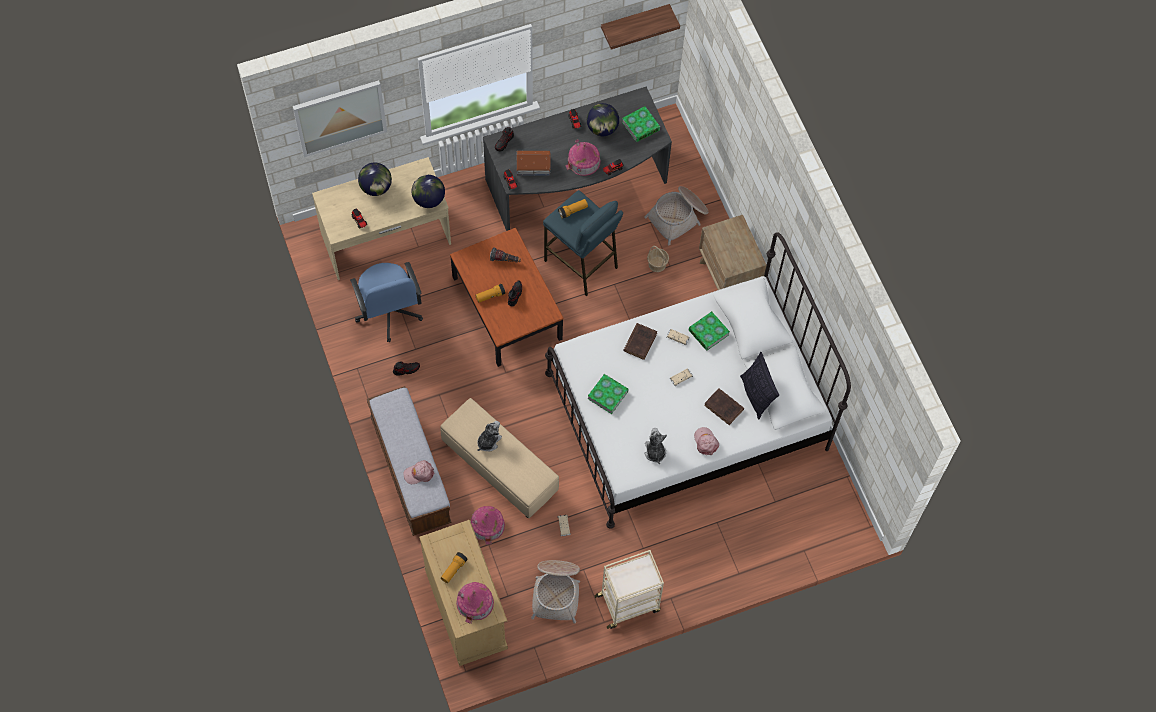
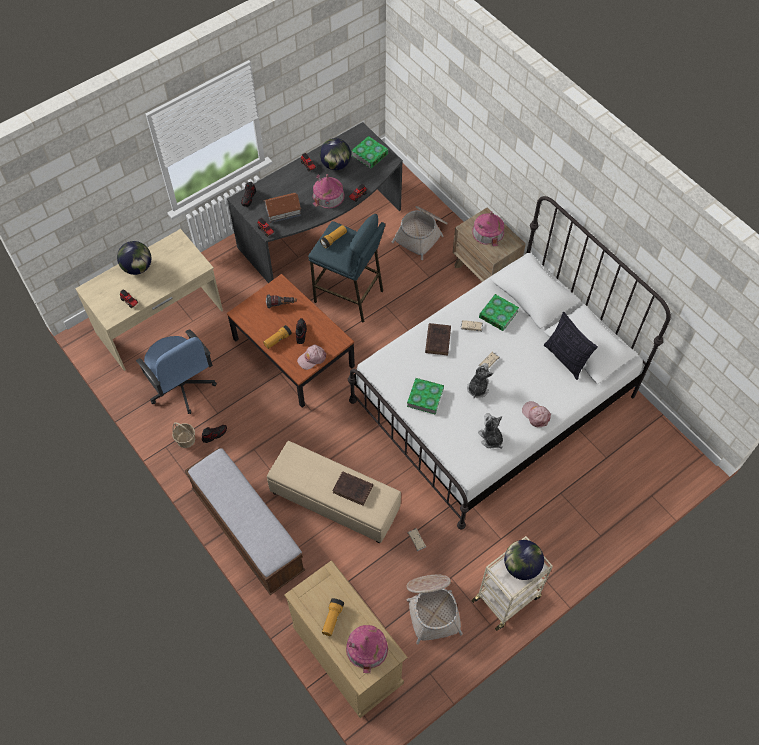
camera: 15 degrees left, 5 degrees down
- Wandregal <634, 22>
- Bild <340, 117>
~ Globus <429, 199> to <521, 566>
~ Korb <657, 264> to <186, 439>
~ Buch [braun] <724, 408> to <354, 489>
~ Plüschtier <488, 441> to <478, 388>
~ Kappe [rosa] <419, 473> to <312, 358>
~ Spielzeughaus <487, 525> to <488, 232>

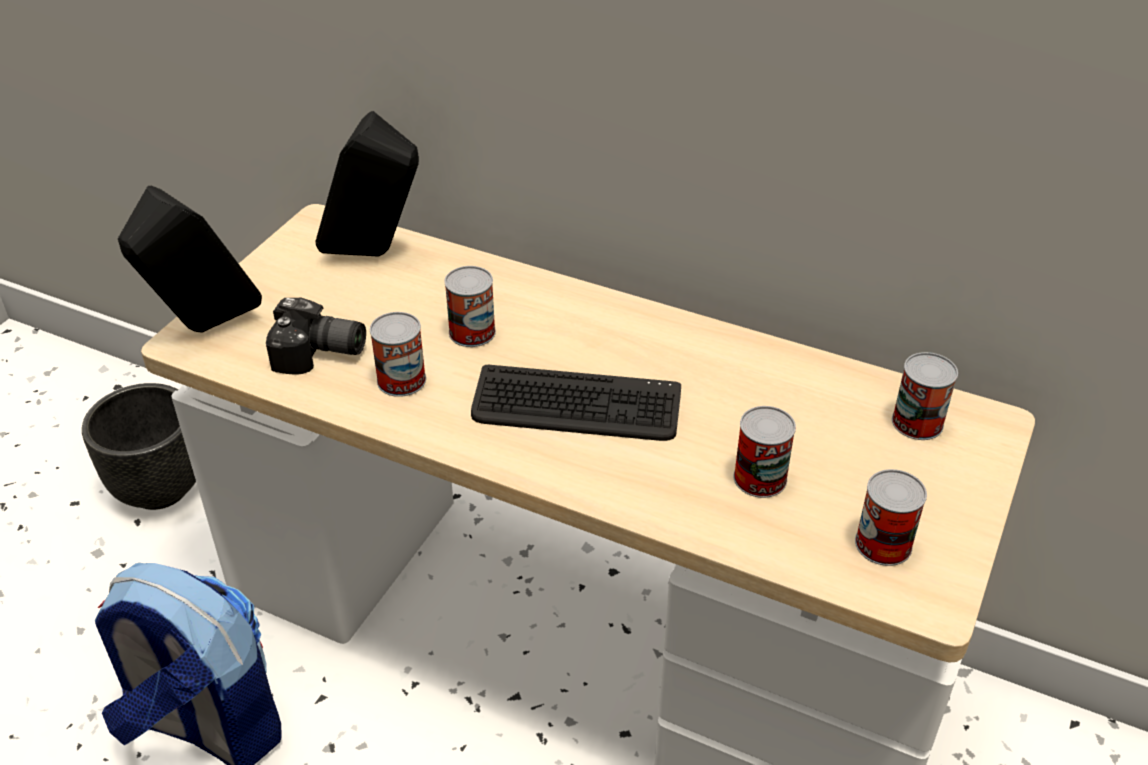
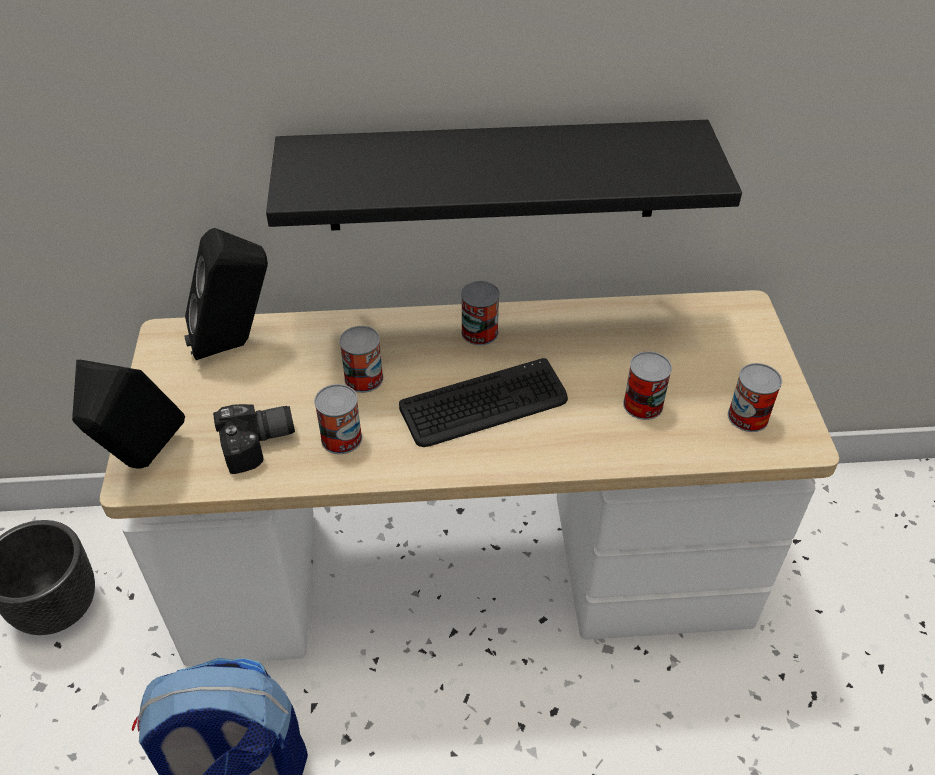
camera: 30 degrees left, 5 degrees up
~ Dose <917, 422> to <479, 332>
+ Wandregal [schwarz] <493, 176>

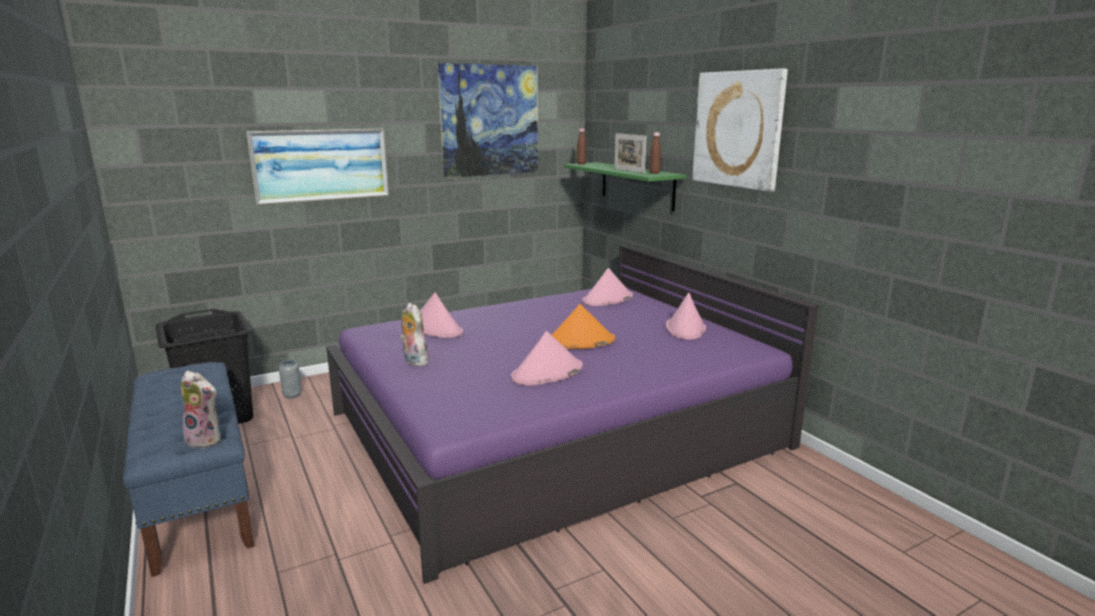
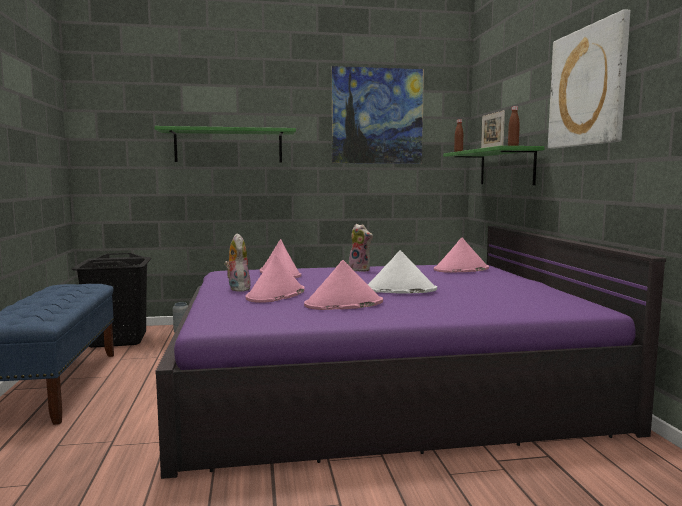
camera: 20 degrees right, 10 degrees down
~ Bild <321, 165> to Wandregal [grün] <228, 146>
~ Hut [rosa] <685, 328> to <275, 295>
~ Hut [orange] <580, 342> to Hut [weiß] <400, 290>
~ Plüschtier <207, 440> to <361, 269>

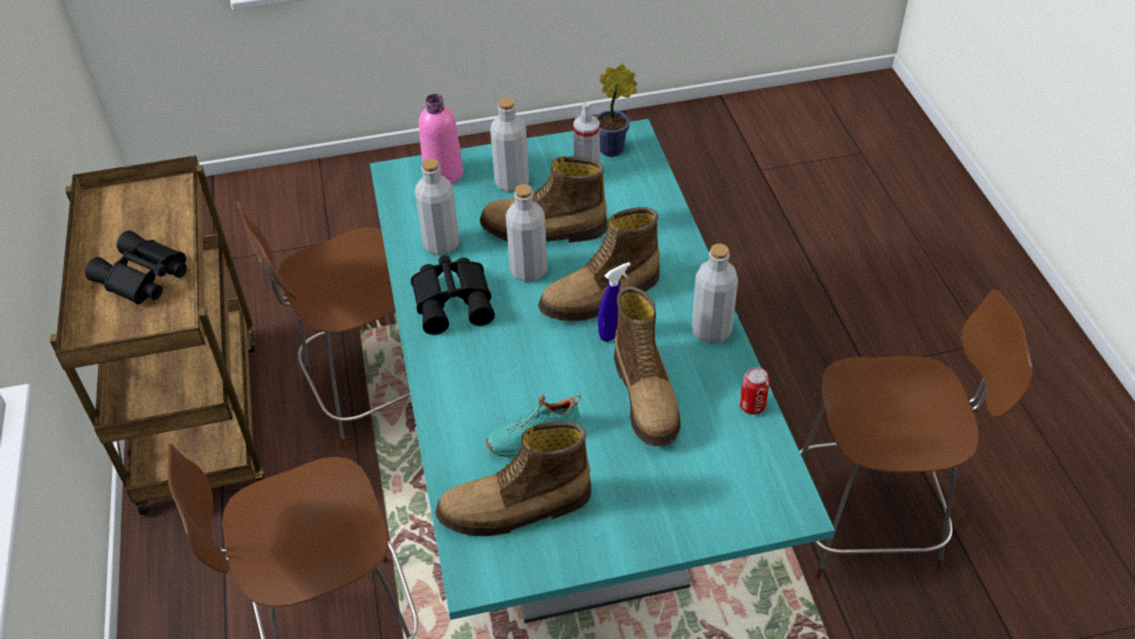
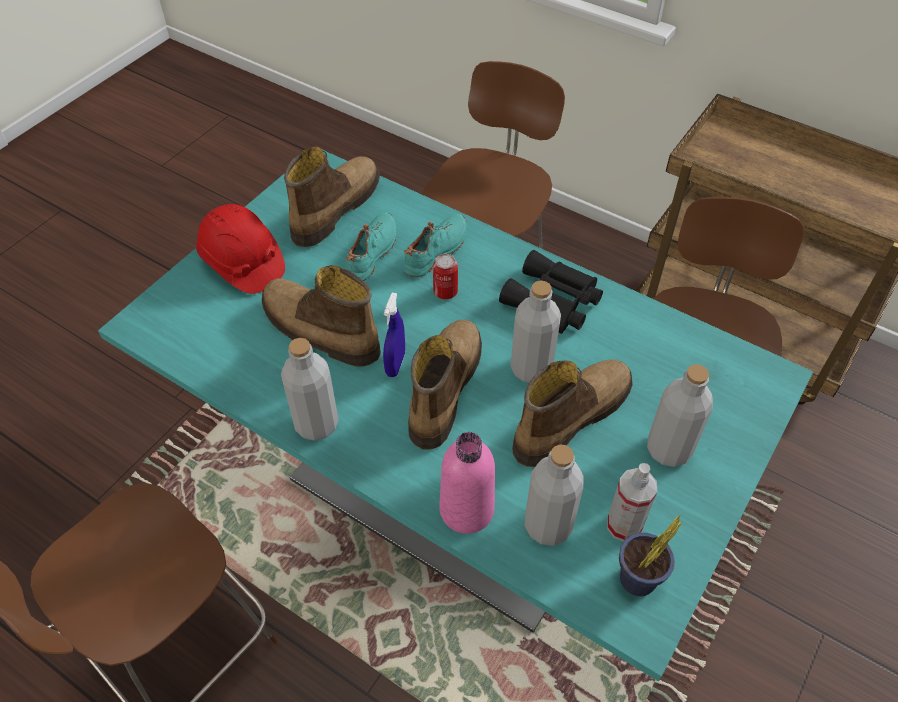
camera: 135 degrees right, 5 degrees up
~ Flasche [rosa] <443, 174> to <466, 510>
~ Flasche [grau] <441, 244> to <548, 525>
- Fernglas [schwarz] <142, 278>
~ Dose <752, 406> to <445, 292>
+ Schutzhelm [rot] <242, 263>
+ Schuh [türkis] <437, 252>

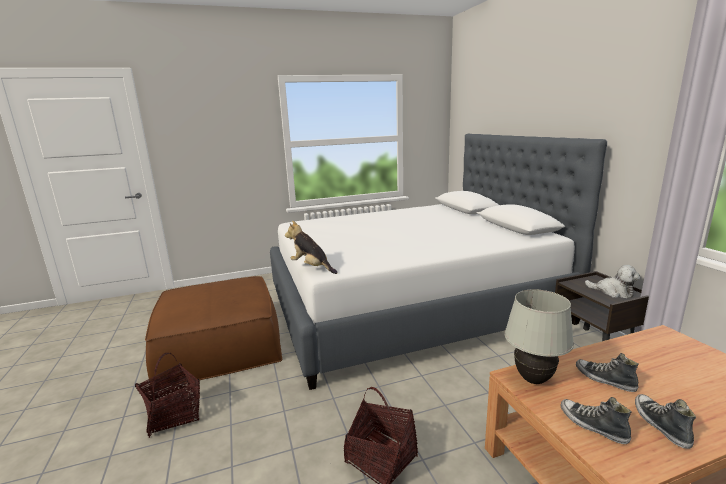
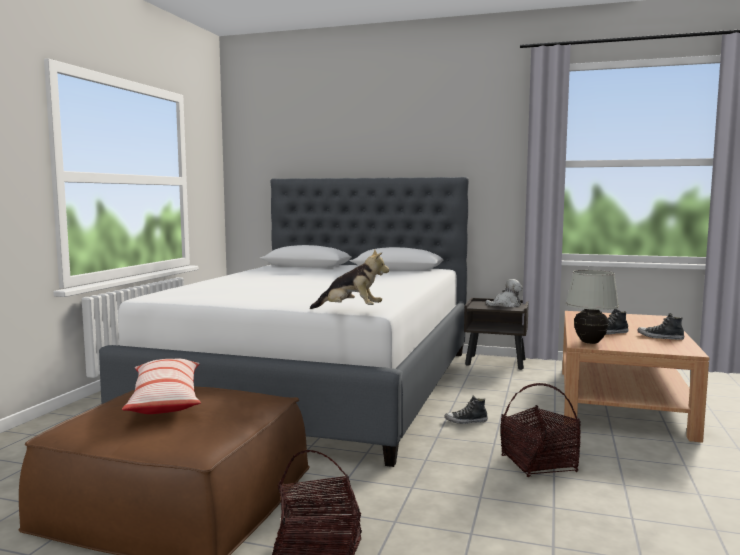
camera: 55 degrees left, 10 degrees down
~ Plüschtier <311, 267> = <350, 310> 150 degrees counterclockwise
~ Schuh <592, 425> to <466, 421>
+ Kissen <165, 399>

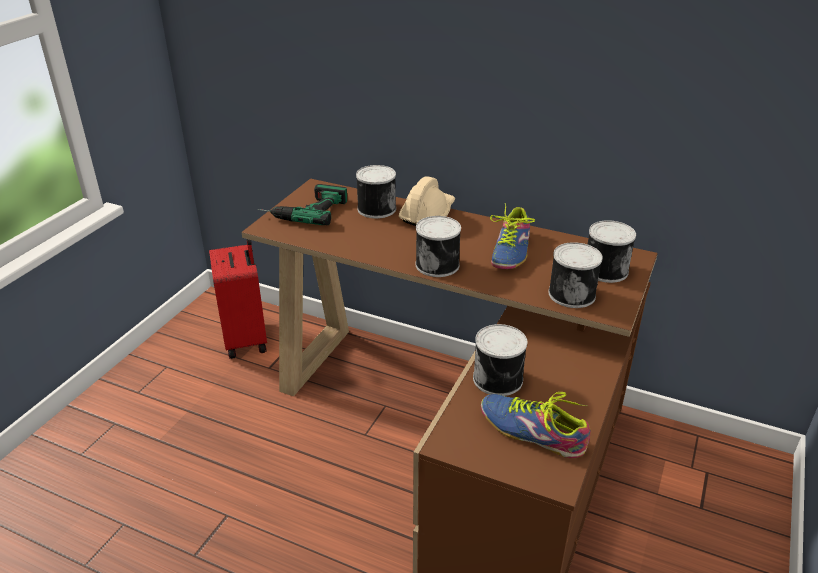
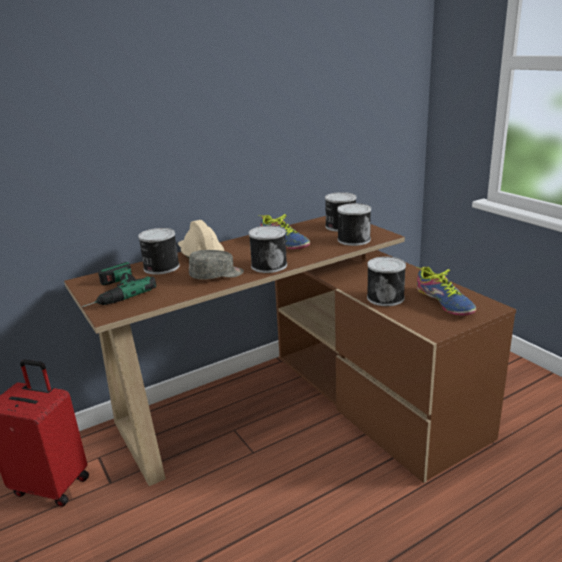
camera: 55 degrees left, 10 degrees down
~ Schuh <532, 432> = <444, 302> 90 degrees counterclockwise
+ Kappe [grau] <217, 275>

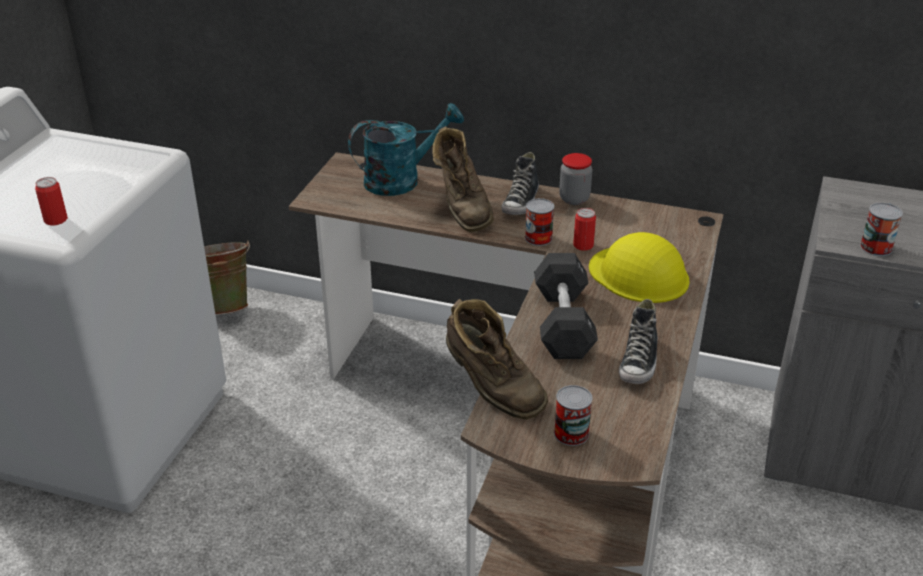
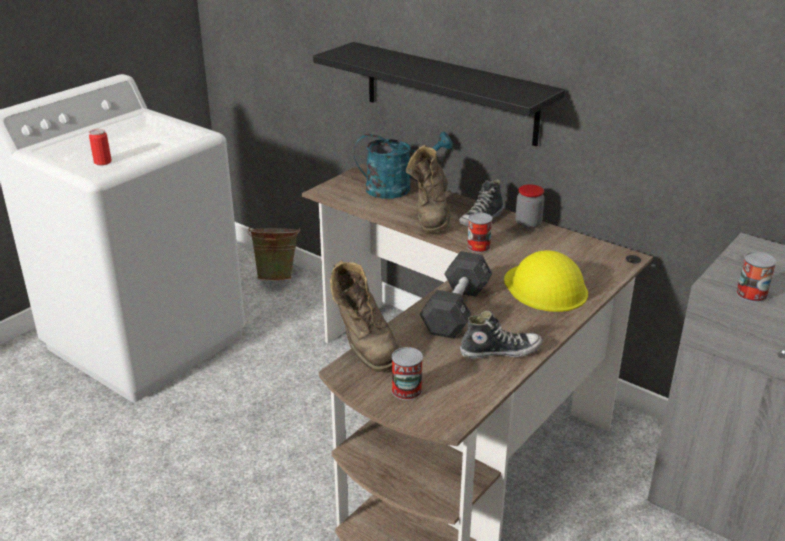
camera: 20 degrees right, 5 degrees down
- Dose <583, 245>
~ Schuh <639, 362> = <500, 351> 135 degrees counterclockwise
+ Wandregal [schwarz] <449, 93>

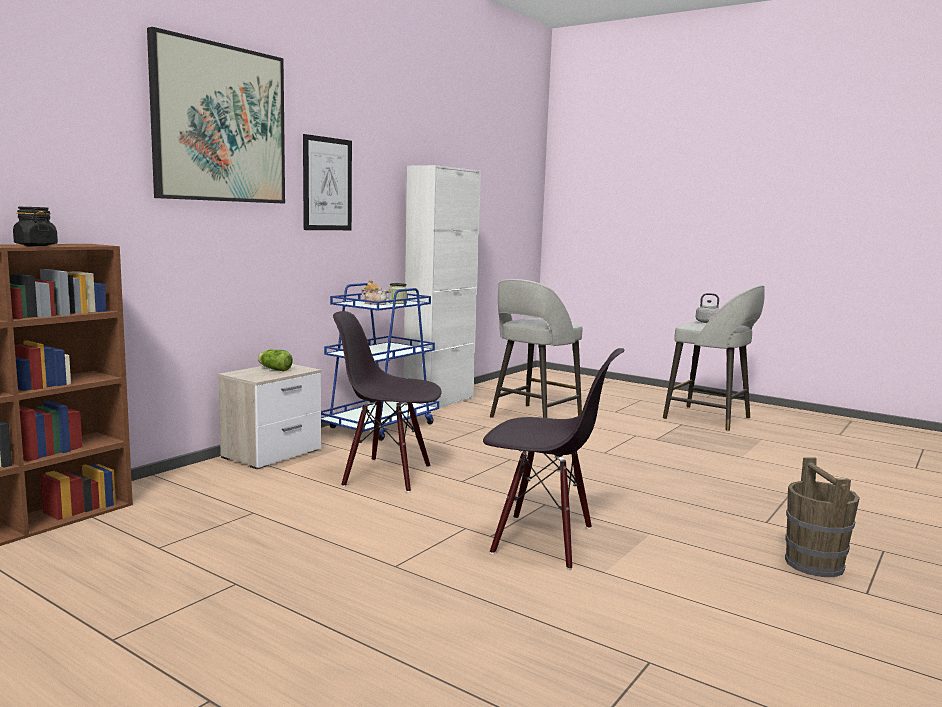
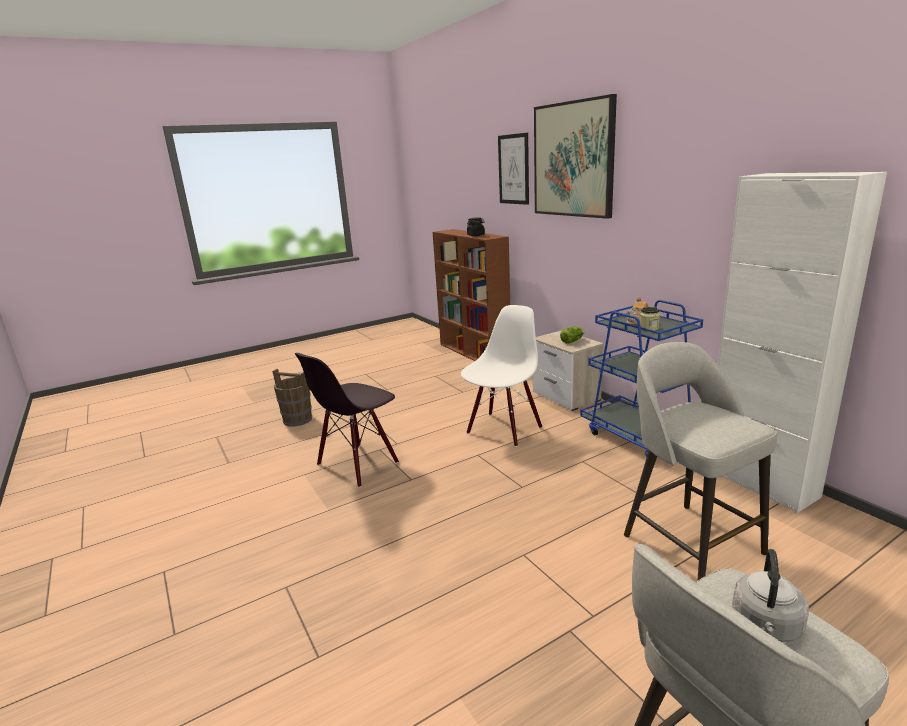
camera: 115 degrees right, 10 degrees up
~ Bild <327, 184> to <513, 169>
~ Stuhl [schwarz] <387, 475> to Stuhl [weiß] <503, 429>
~ Eimer [braun] <814, 564> to <298, 420>

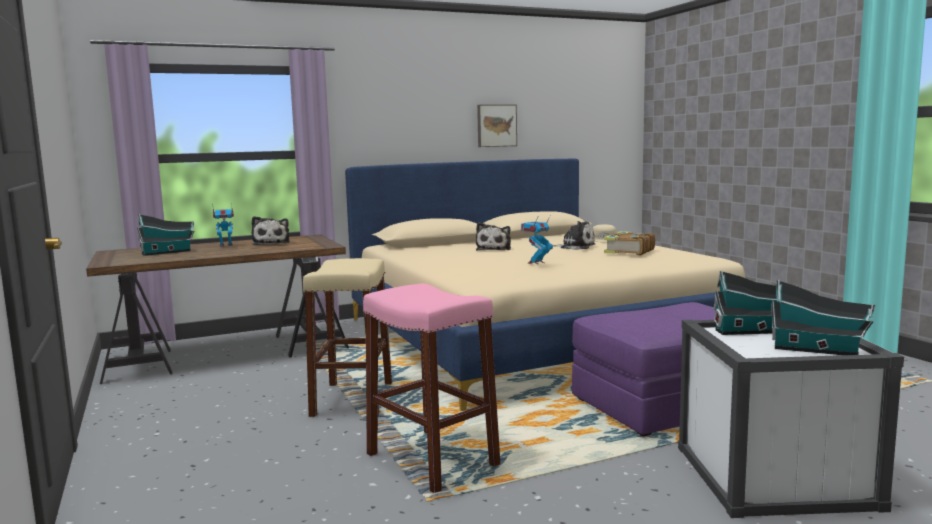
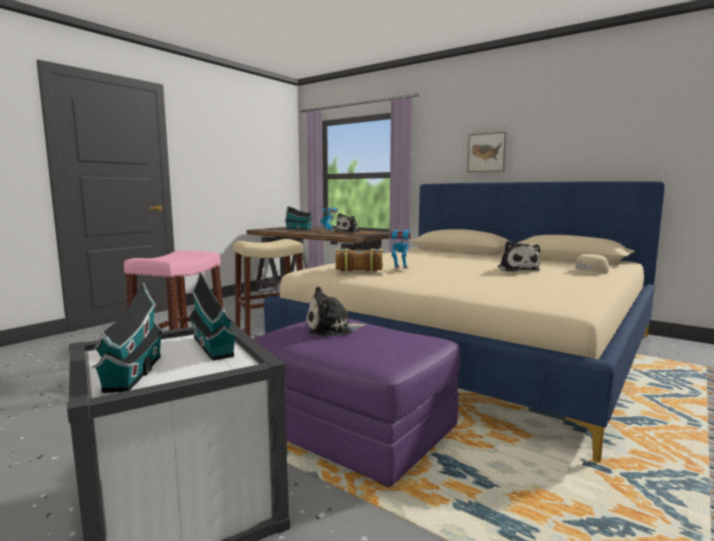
camera: 60 degrees right, 0 degrees up
~ Bild <496, 125> to <487, 152>
~ Plüschtier <494, 249> to <332, 329>
~ Buch <628, 251> to <358, 268>

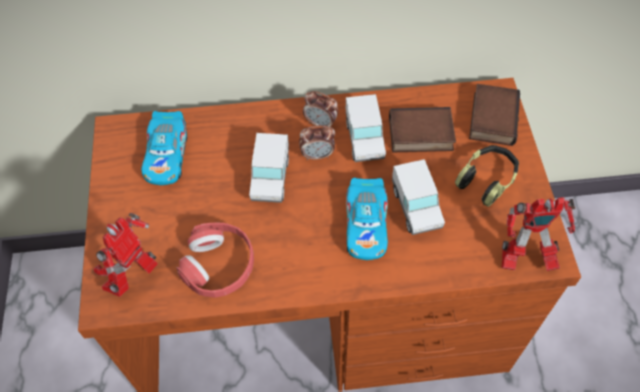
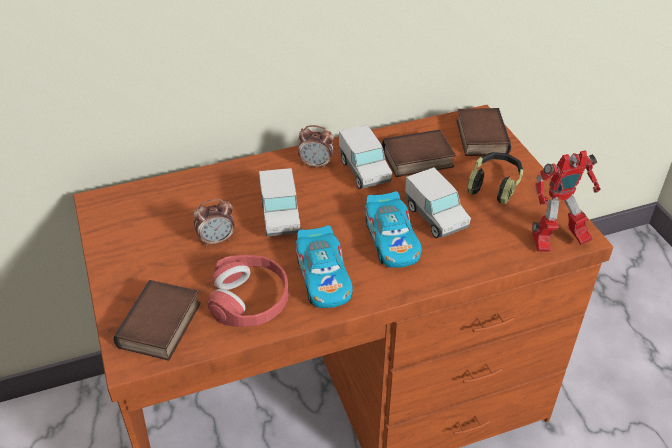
camera: 15 degrees left, 15 degrees down
~ Spielzeugauto <166, 156> to <323, 277>
~ Wecker <317, 155> to <216, 240>
~ Spielzeugroboter <136, 277> to Buch <161, 326>

